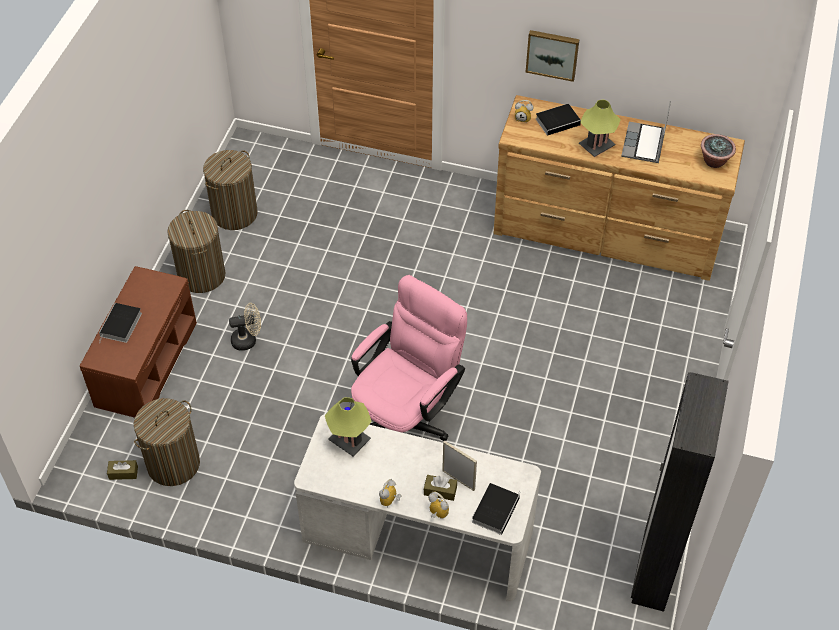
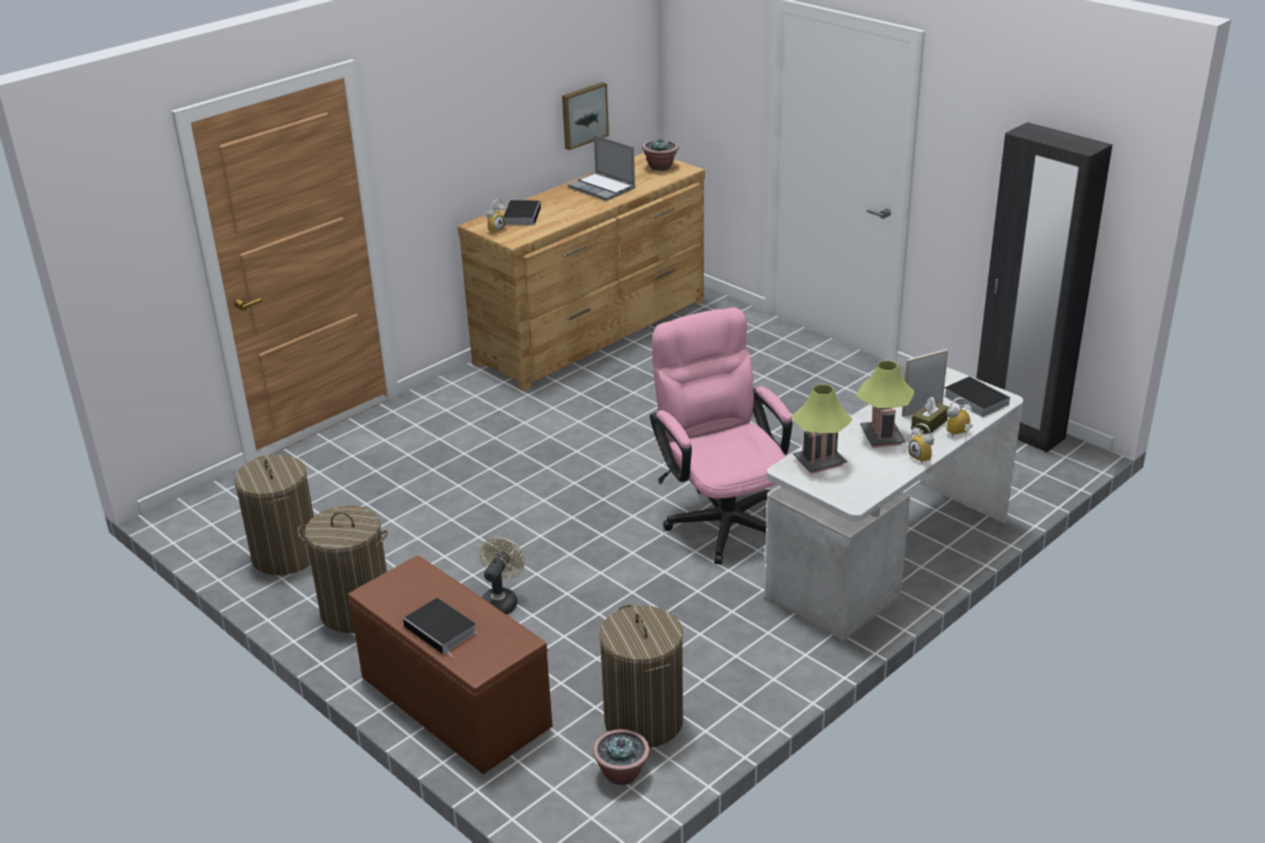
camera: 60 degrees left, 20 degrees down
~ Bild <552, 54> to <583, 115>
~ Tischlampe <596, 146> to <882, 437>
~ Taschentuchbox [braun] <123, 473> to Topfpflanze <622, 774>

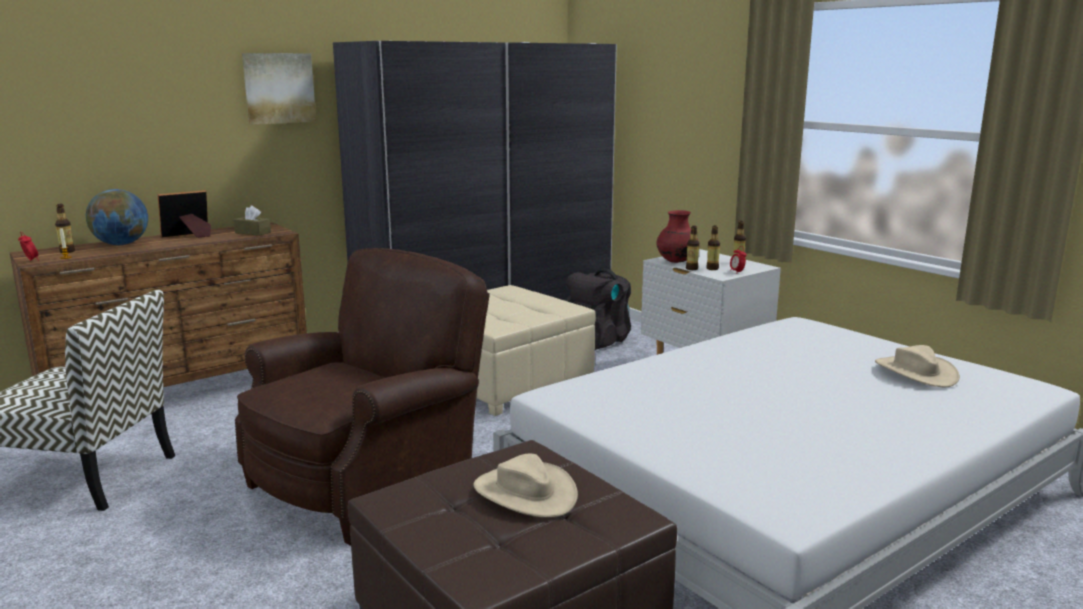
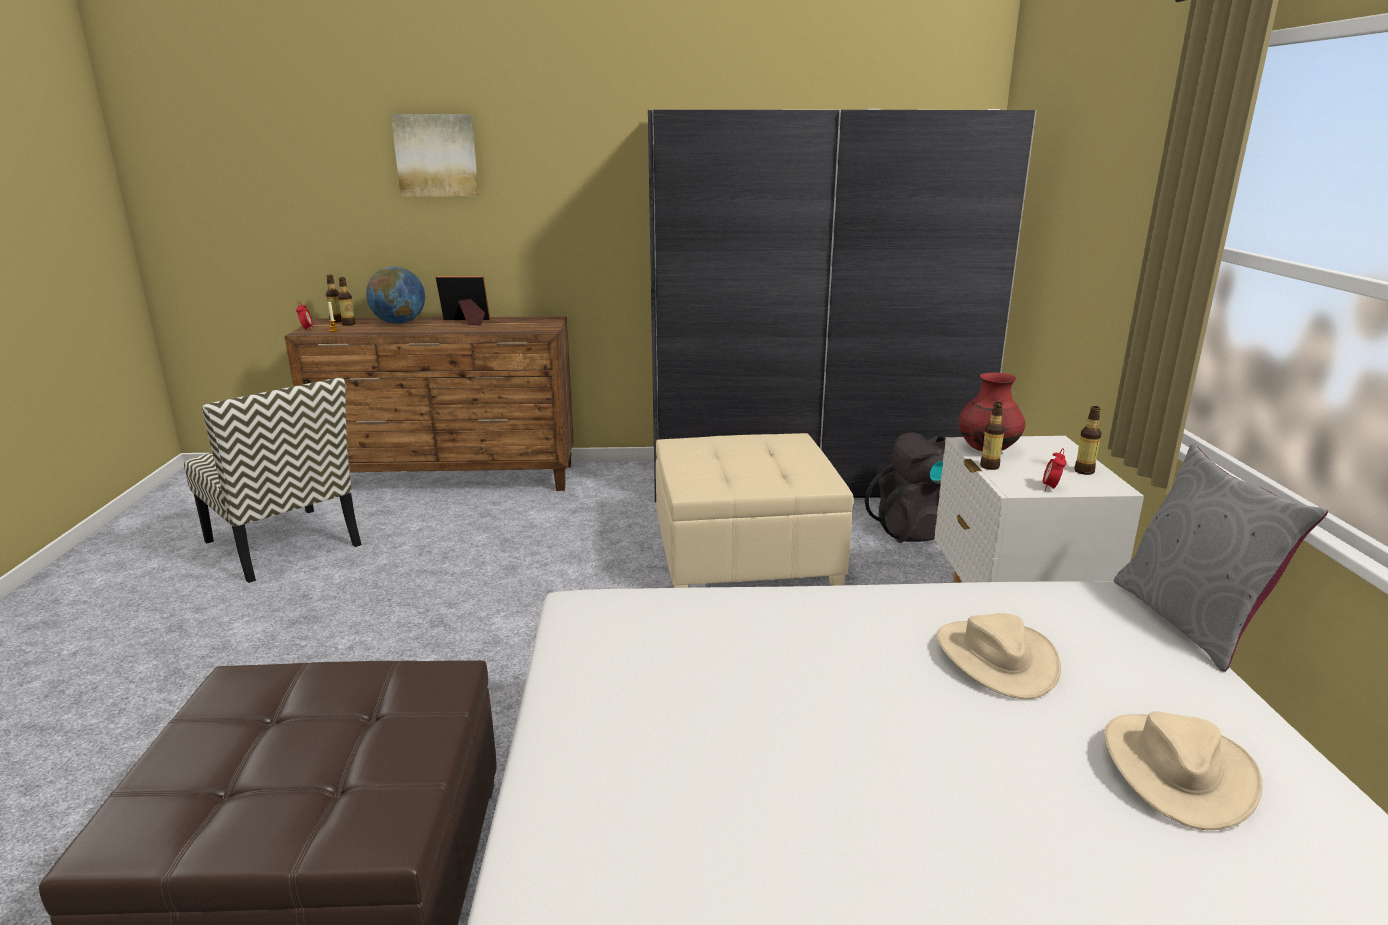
camera: 35 degrees right, 5 degrees up
~ Bild <279, 88> to <436, 155>
- Taschentuchbox [braun] <253, 232>
~ Flasche <712, 268> to <336, 321>
- Sessel [braun] <368, 480>
~ Hut [beige] <524, 493> to <995, 658>
+ Kissen [grau] <1190, 621>

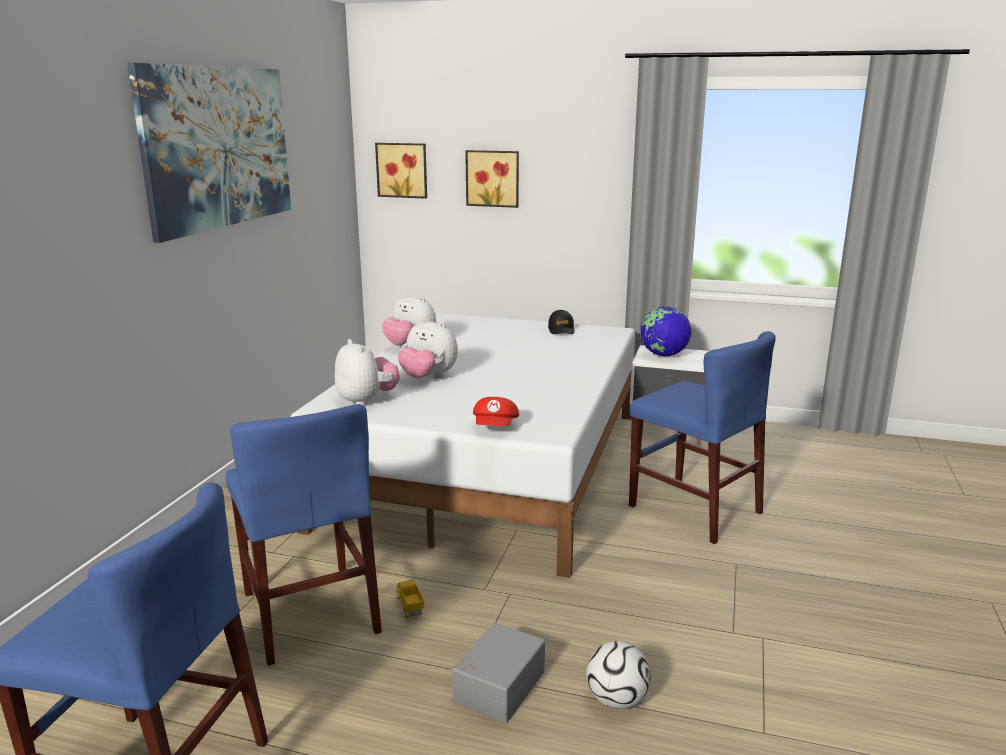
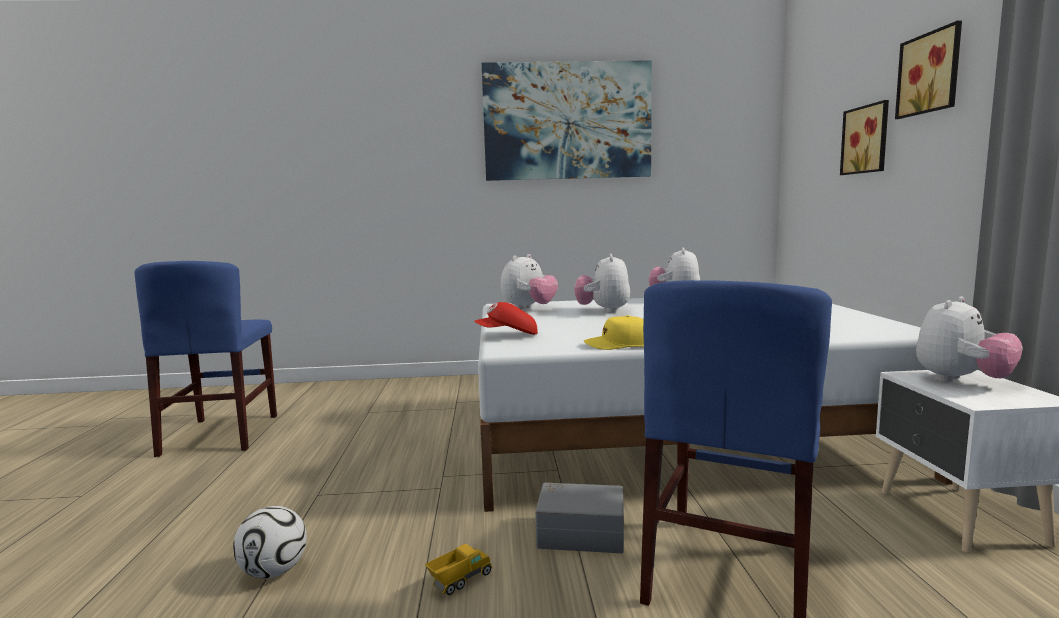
camera: 70 degrees right, 10 degrees down
~ Bild <402, 170> to <931, 73>
~ Globus <663, 355> to Plüschtier <961, 381>
- Kappe [schwarz] <561, 330>
- Stuhl [blau] <310, 612>
~ Spielzeuglaster <410, 607> to <460, 582>
~ Aufbewahrungsbox [grau] <497, 685> to <581, 532>
+ Kappe [gelb] <619, 345>

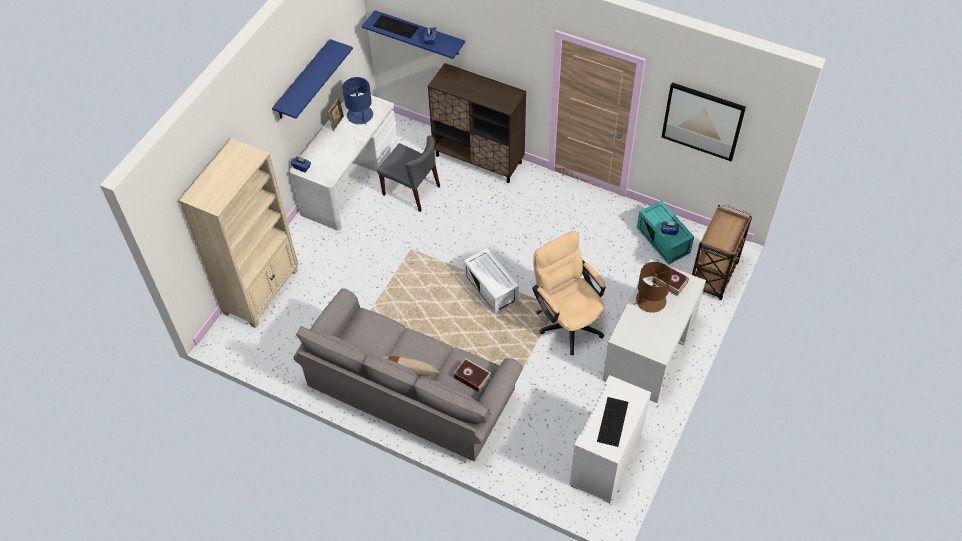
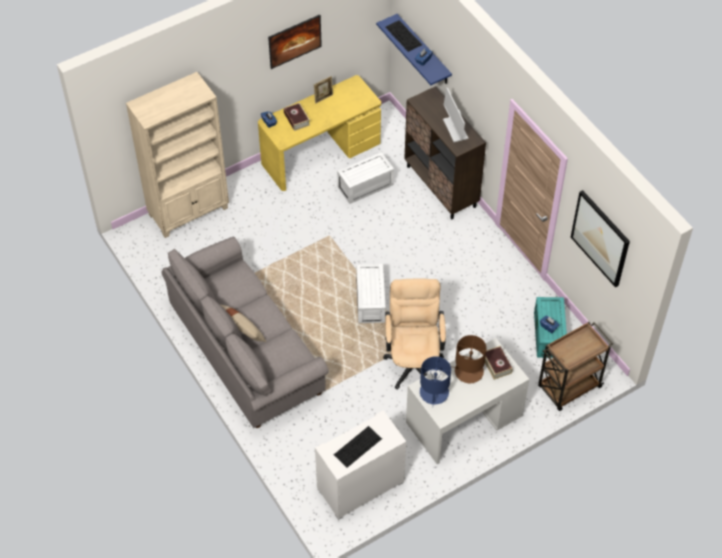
camera: 30 degrees right, 0 degrees up
~ Wandregal [blau] <303, 80> to Bild <295, 49>
~ Tischlampe [blau] <360, 115> to <434, 392>
~ Schreibtisch [weiß] <350, 180> to Schreibtisch [gelb] <321, 153>
~ Stuhl [grau] <411, 190> to Aufbewahrungsbox [weiß] <365, 186>
~ Buch <472, 378> to <296, 119>
+ Monitor <455, 128>

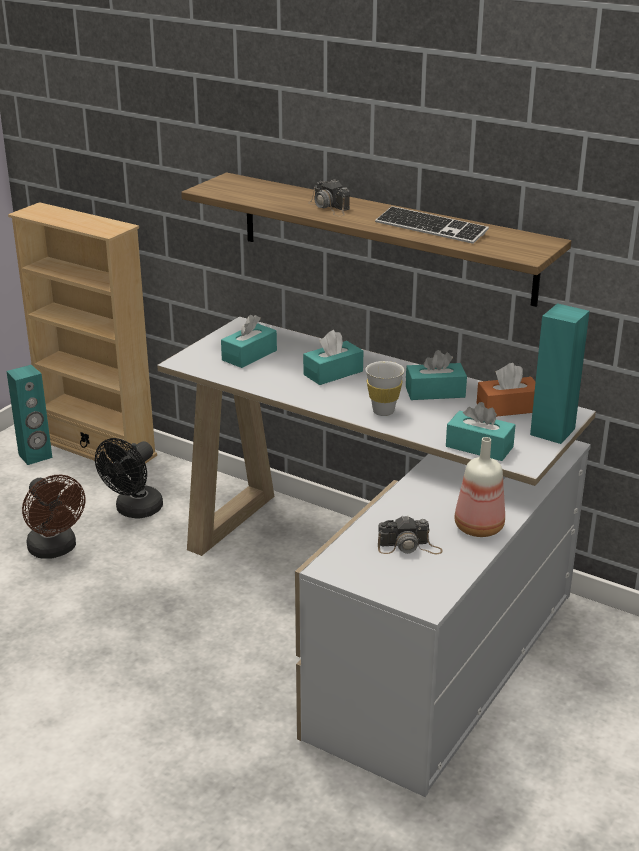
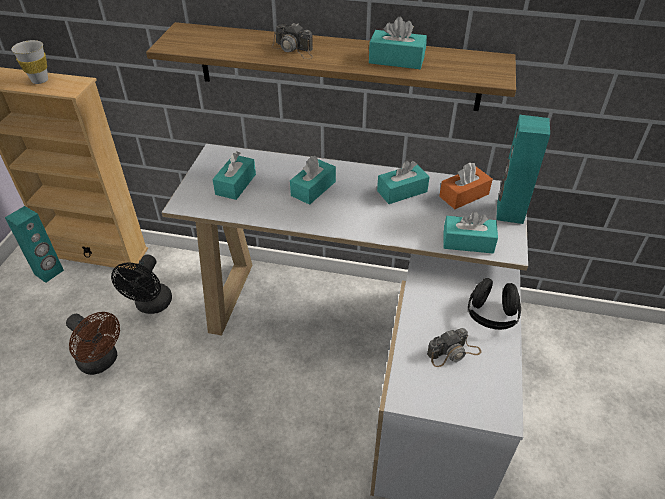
camera: 20 degrees left, 15 degrees up
~ Tastatur <431, 228> to Taschentuchbox [türkis] <396, 60>
~ Tasse [weiß] <383, 411> to <40, 80>
~ Flasche <477, 528> to Kopfhörer [schwarz] <491, 315>

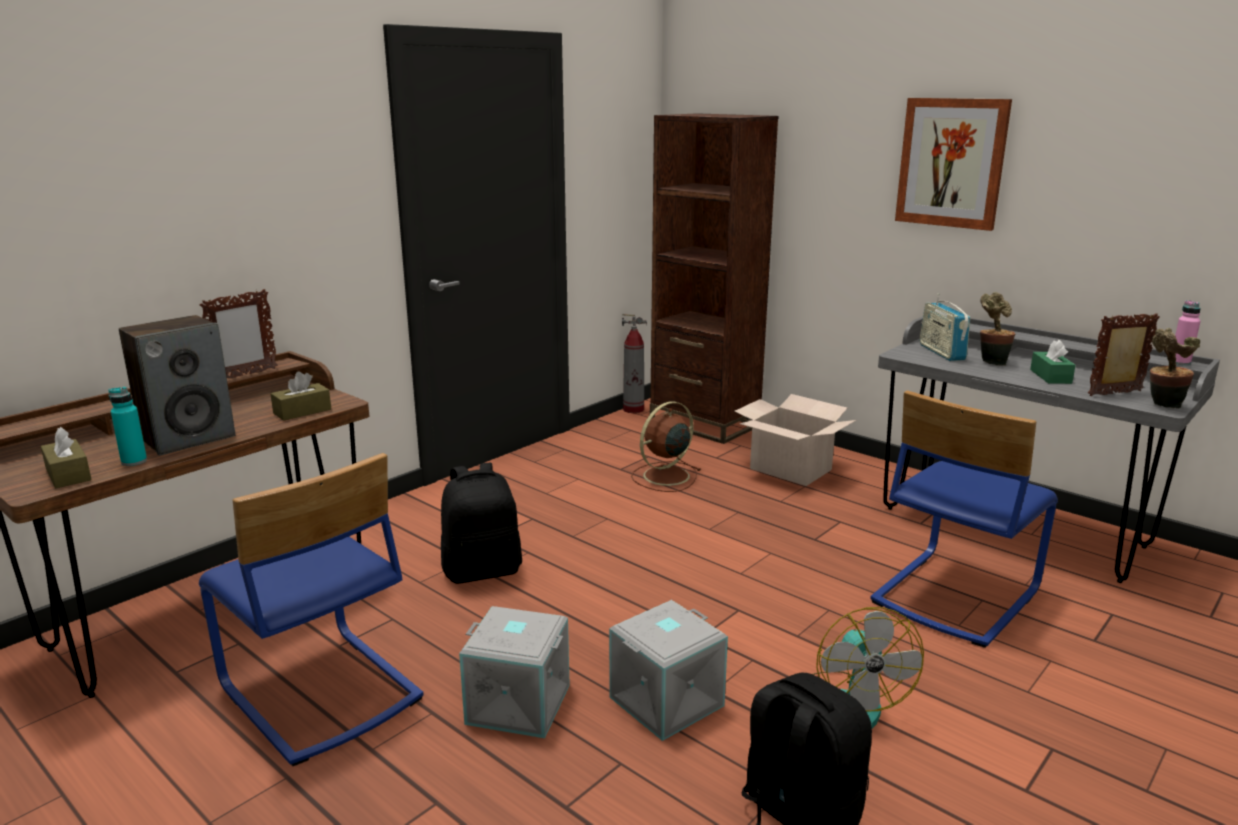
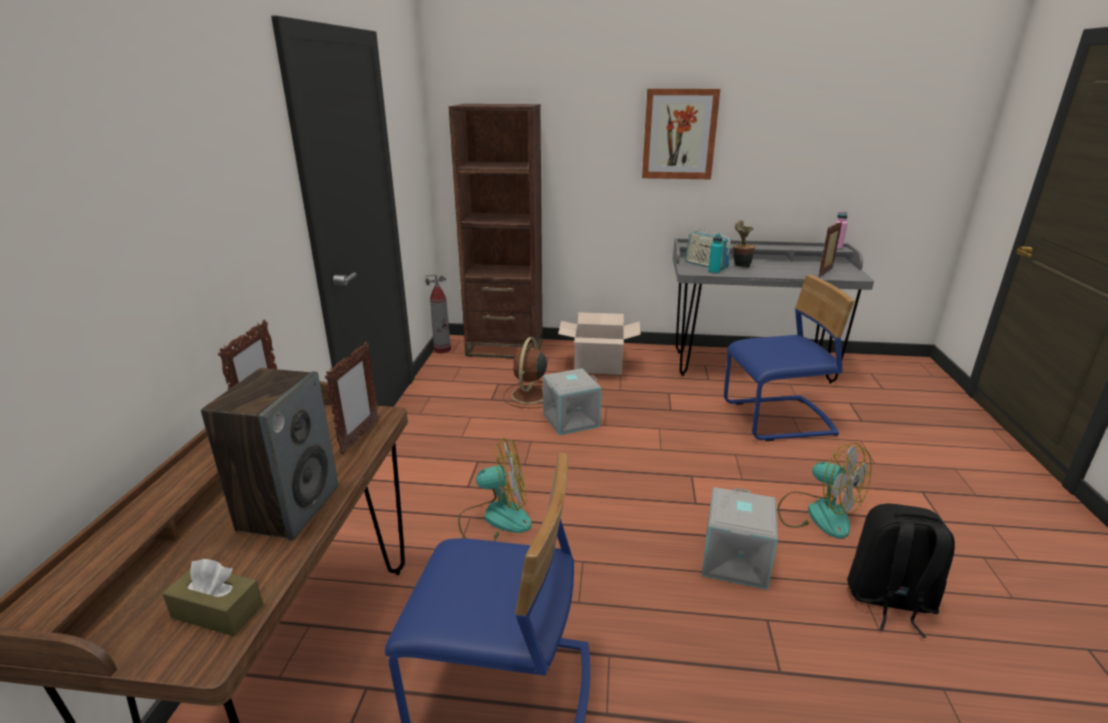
camera: 35 degrees left, 5 degrees up
- Topfpflanze <1162, 405>
- Taschentuchbox [grün] <1050, 376>
~ Taschentuchbox [braun] <302, 411> to Bilderrahmen <360, 437>
~ Flasche [türkis] <134, 461> to <713, 272>
~ Stuhl [blau] <953, 596> = <778, 419> 105 degrees counterclockwise
~ Rucksack [schwarz] <482, 571> to Ventilator <495, 519>
~ Aufbewahrungsbox [grau] <519, 703> to <571, 419>

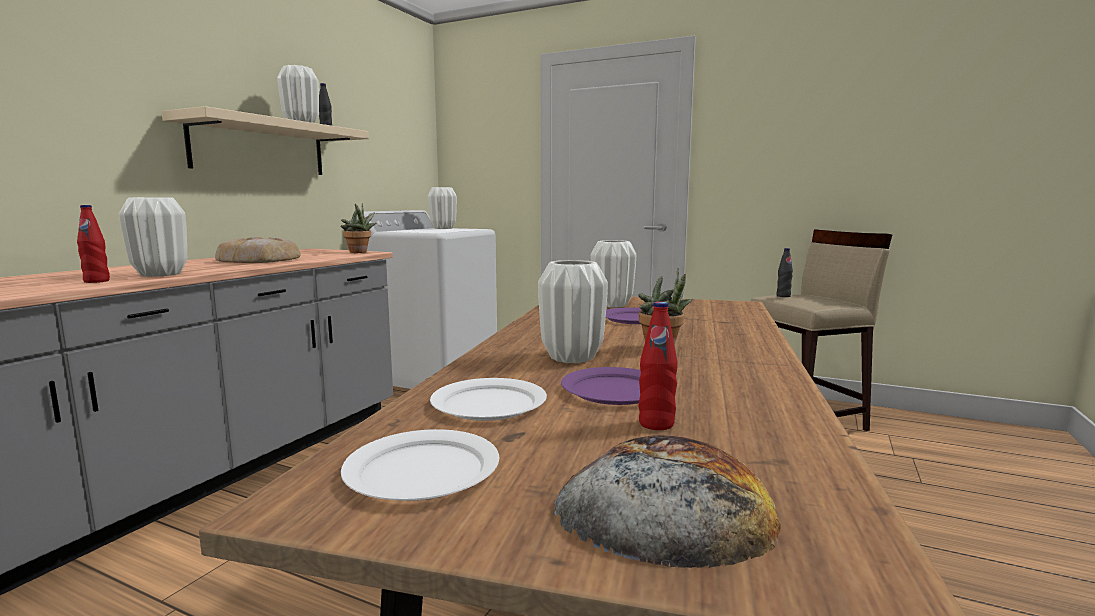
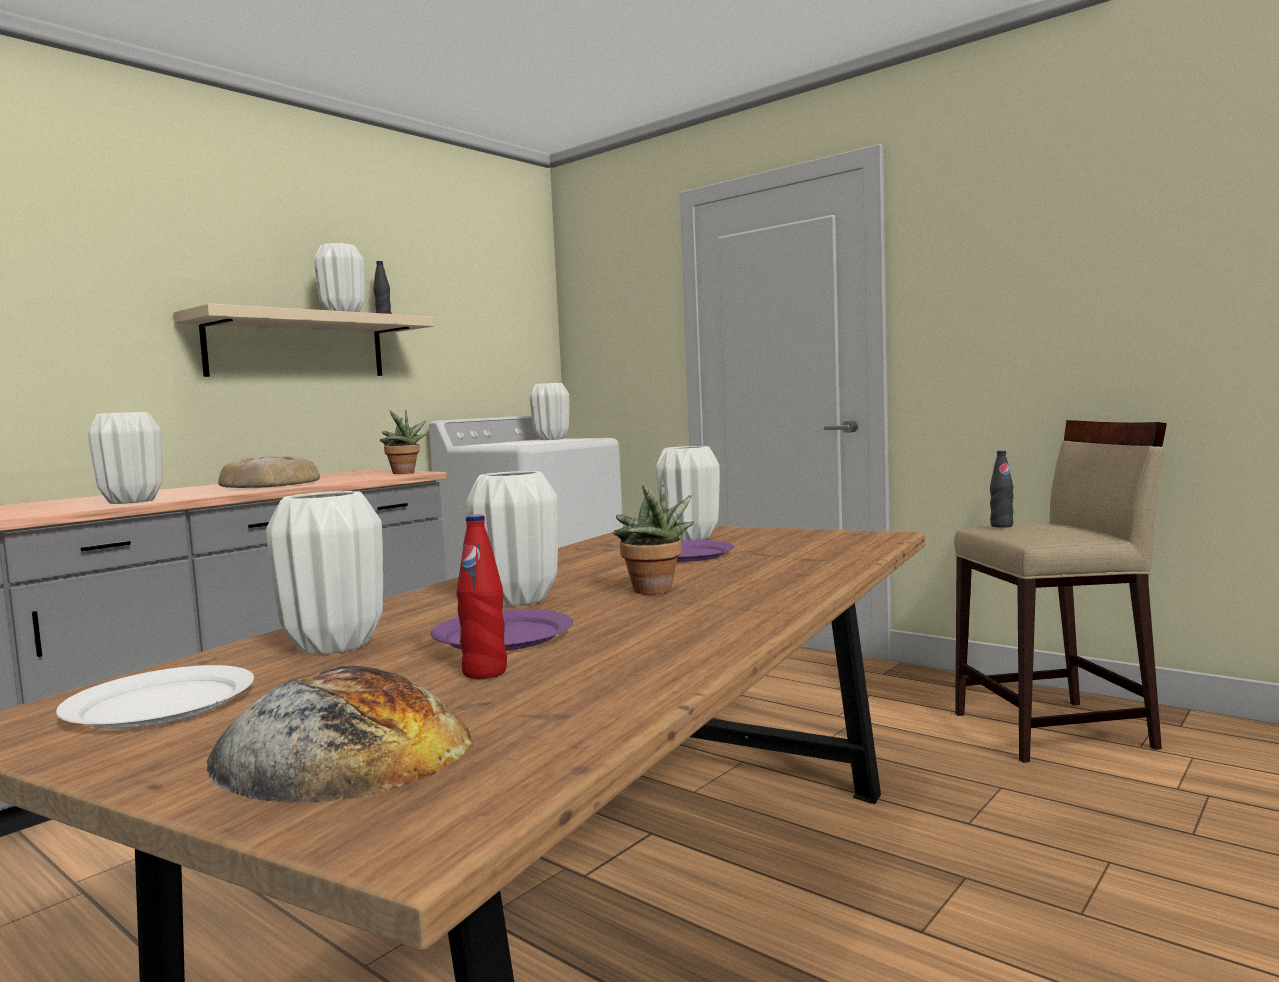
camera: 15 degrees right, 5 degrees down
- Flasche [rot] <96, 281>
~ Teller [weiß] <488, 403> to Vase [weiß] <334, 645>

